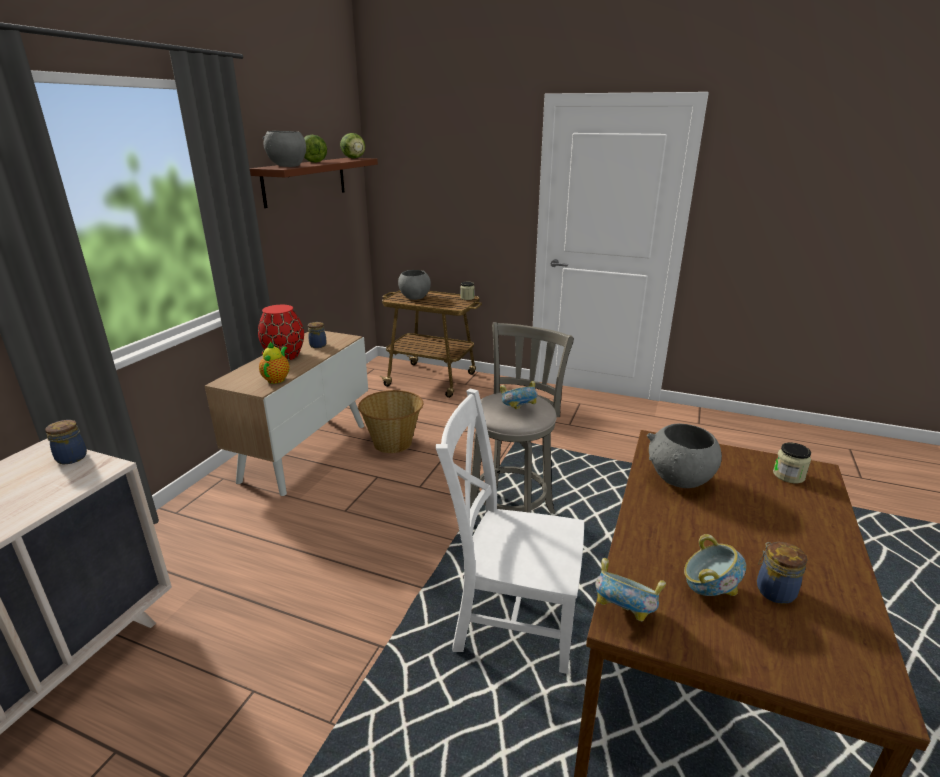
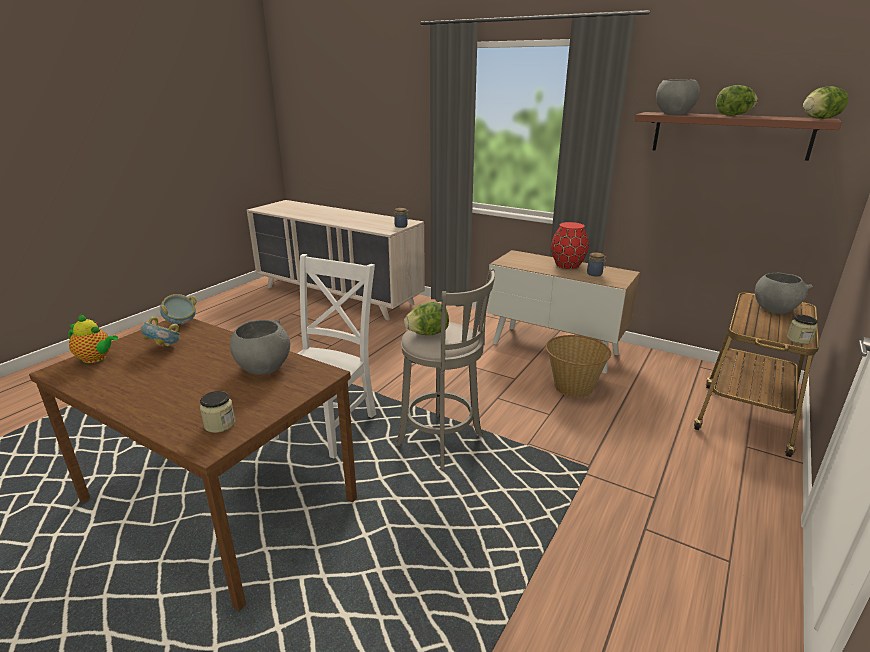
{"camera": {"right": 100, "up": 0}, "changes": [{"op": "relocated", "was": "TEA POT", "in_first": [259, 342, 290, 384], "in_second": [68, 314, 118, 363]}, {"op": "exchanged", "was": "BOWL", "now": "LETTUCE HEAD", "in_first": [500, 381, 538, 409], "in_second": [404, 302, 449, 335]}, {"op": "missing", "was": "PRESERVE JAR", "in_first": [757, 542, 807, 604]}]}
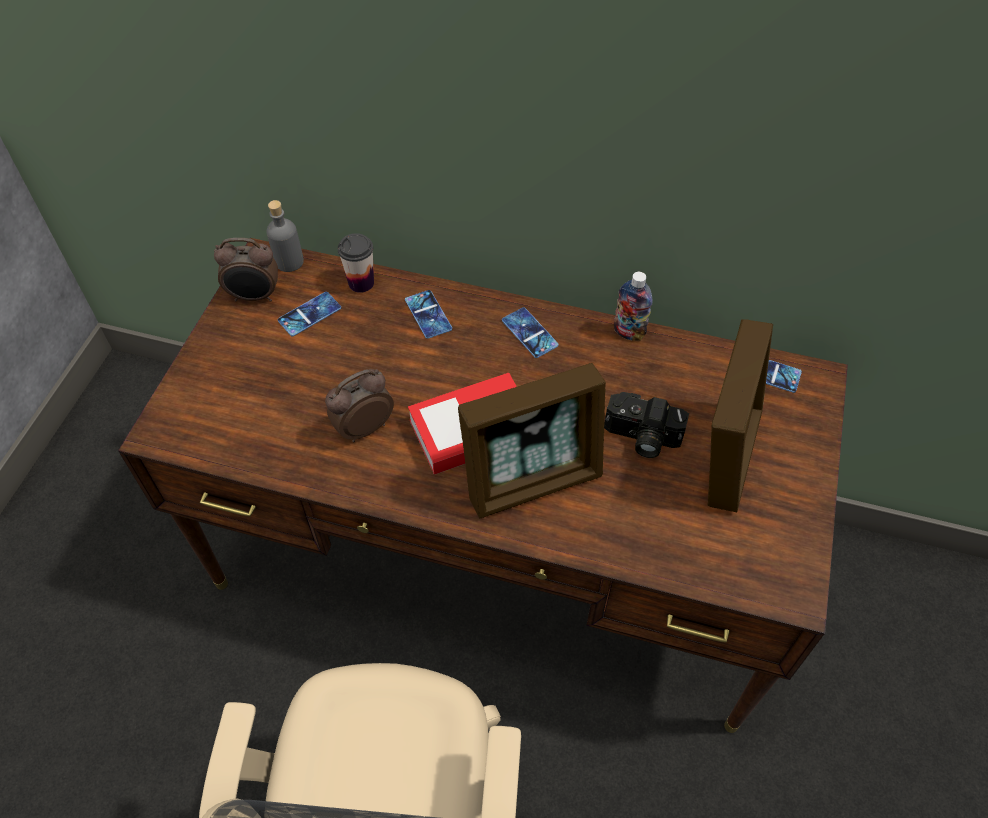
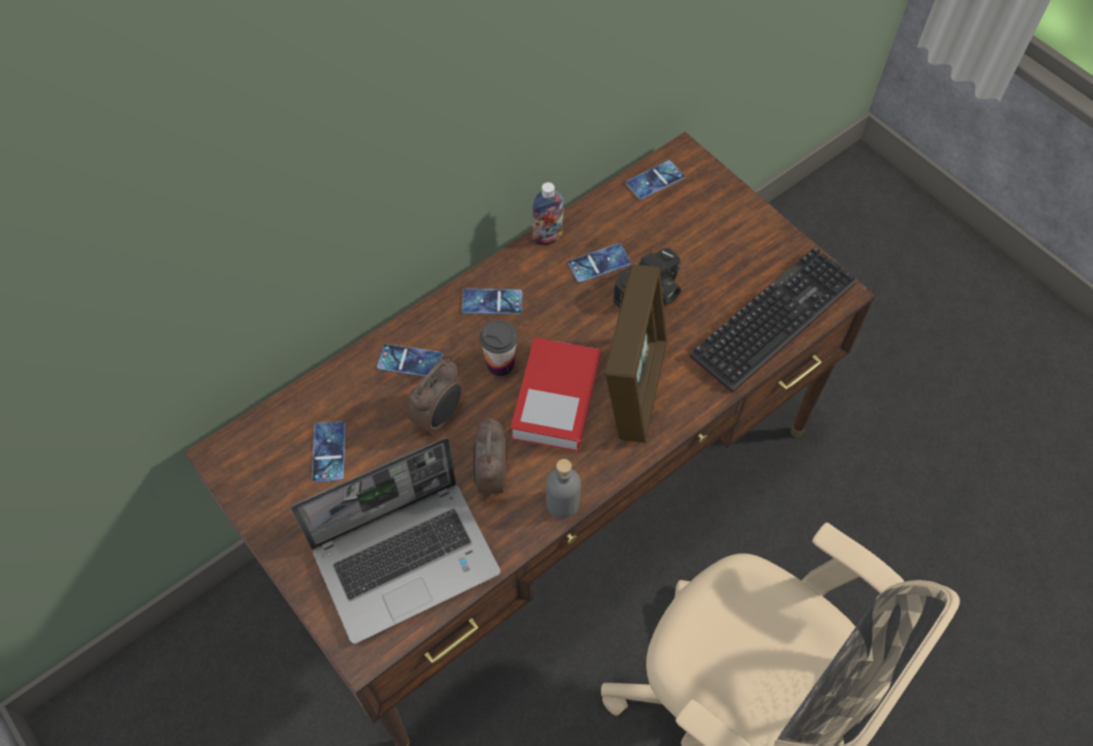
{"camera": {"right": -55, "up": 5}, "changes": [{"op": "relocated", "was": "TABLE CLOCK", "in_first": [214, 238, 278, 302], "in_second": [407, 359, 463, 435]}, {"op": "relocated", "was": "GRAY DRINK BOTTLE", "in_first": [267, 200, 304, 272], "in_second": [546, 459, 581, 519]}, {"op": "relocated", "was": "SMALL CUP", "in_first": [338, 233, 374, 293], "in_second": [480, 320, 518, 376]}, {"op": "missing", "was": "STANDING FRAME", "in_first": [708, 319, 773, 513]}, {"op": "appeared", "now": "PORTABLE COMPUTER", "in_second": [291, 437, 500, 644]}, {"op": "appeared", "now": "PHONE", "in_second": [568, 243, 631, 283]}, {"op": "appeared", "now": "KEYBOARD", "in_second": [689, 246, 857, 393]}]}
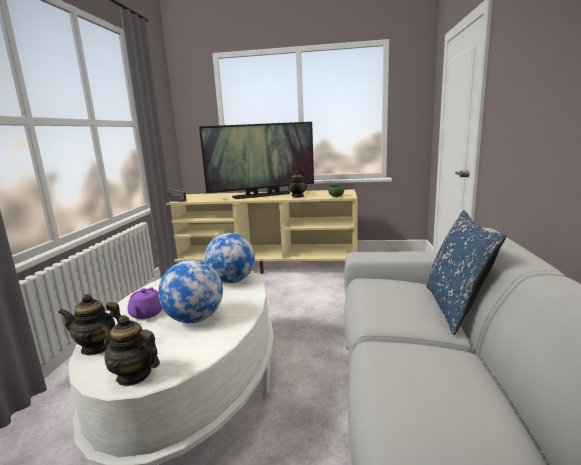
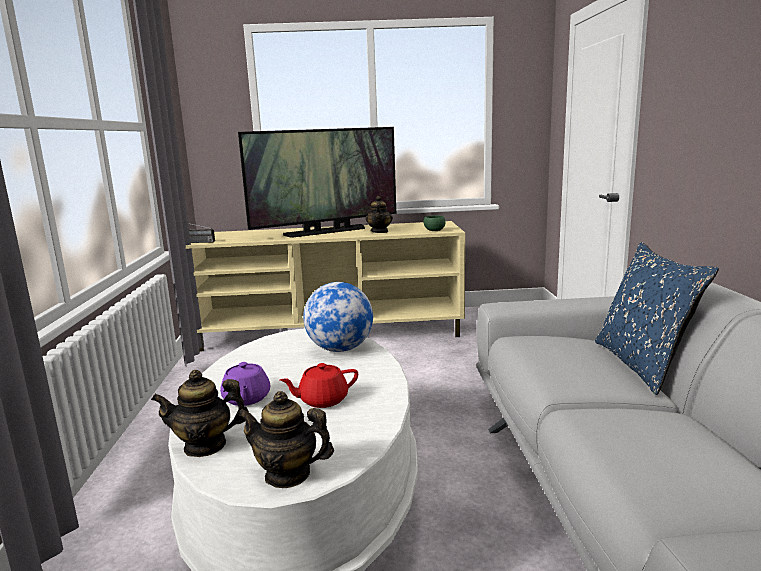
{"camera": {"right": -10, "up": 0}, "changes": [{"op": "exchanged", "was": "GLOBE", "now": "RED-COLOURED TEA POT", "in_first": [158, 260, 223, 323], "in_second": [280, 363, 358, 408]}]}
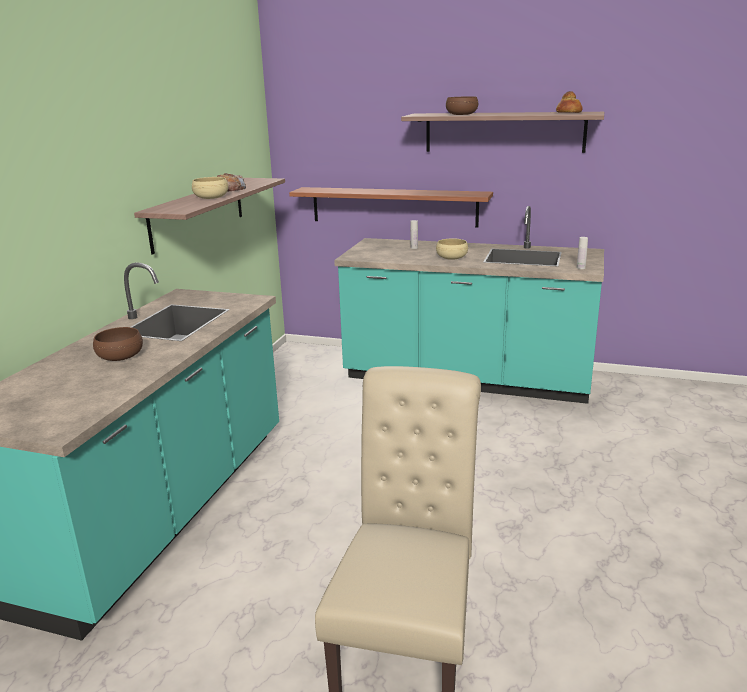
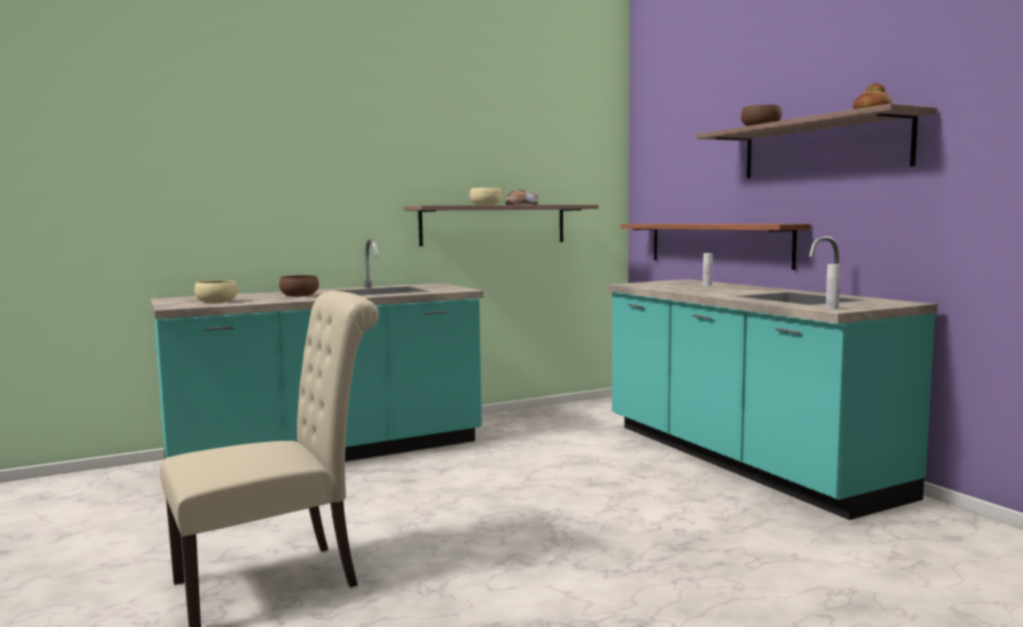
{"camera": {"right": 45, "up": -15}, "changes": [{"op": "relocated", "was": "BEIGE-COLOURED BOWL", "in_first": [436, 239, 468, 260], "in_second": [194, 280, 238, 303]}]}
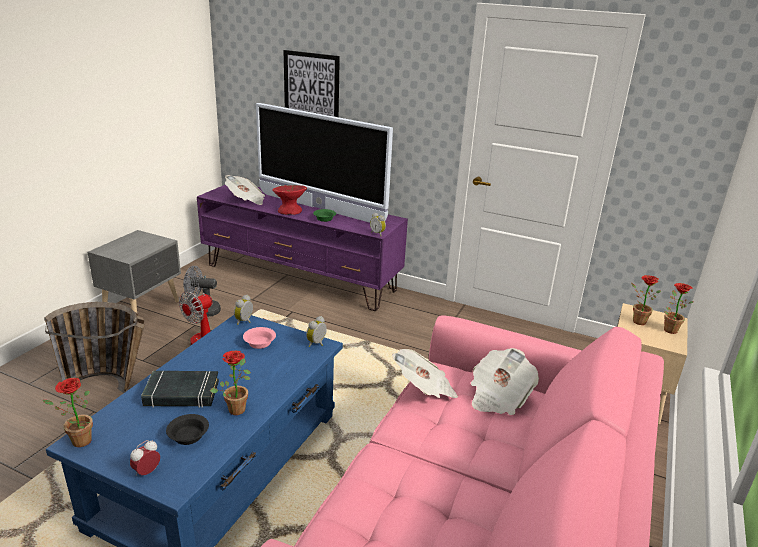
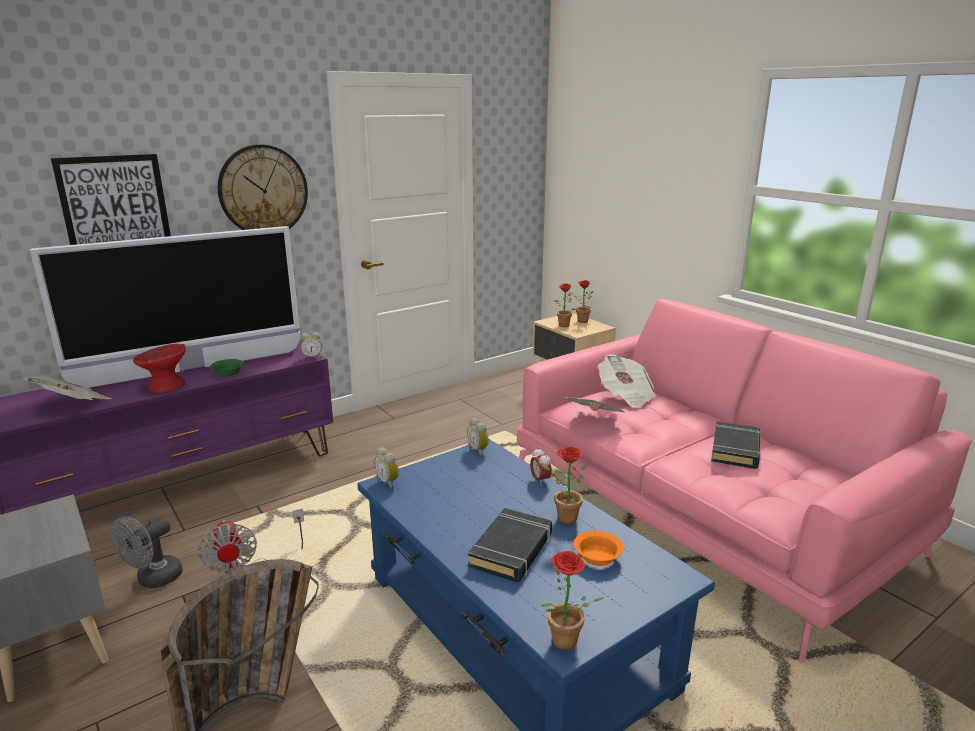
{"camera": {"right": -60, "up": -5}, "changes": [{"op": "relocated", "was": "TABLE CLOCK", "in_first": [130, 440, 160, 476], "in_second": [530, 447, 552, 486]}, {"op": "colour", "was": "BLACKISH BOWL", "now": "ORANGEY BOWL", "in_first": [166, 414, 209, 445], "in_second": [574, 531, 624, 566]}, {"op": "missing", "was": "PINK-COLOURED BOWL", "in_first": [243, 327, 276, 349]}, {"op": "appeared", "now": "HANGING CLOCK", "in_second": [218, 144, 308, 230]}, {"op": "appeared", "now": "BLACKISH VOLUME", "in_second": [711, 422, 761, 469]}]}
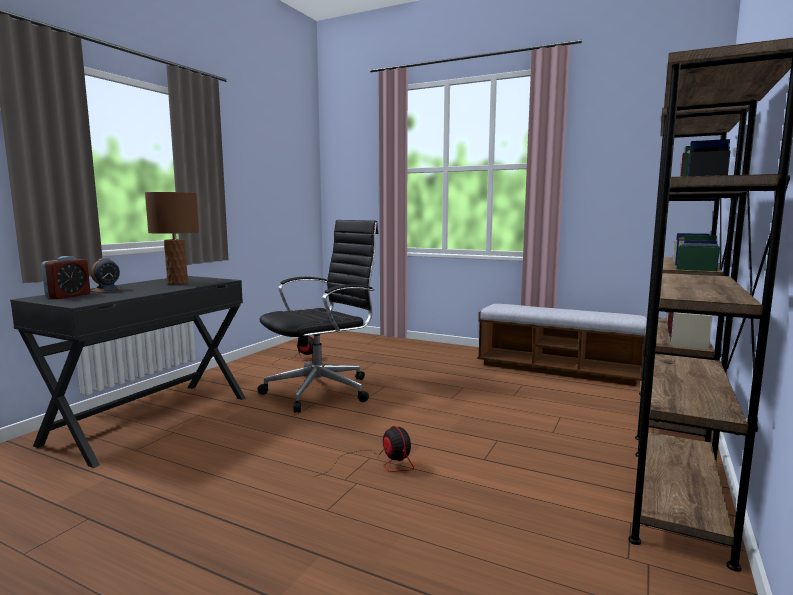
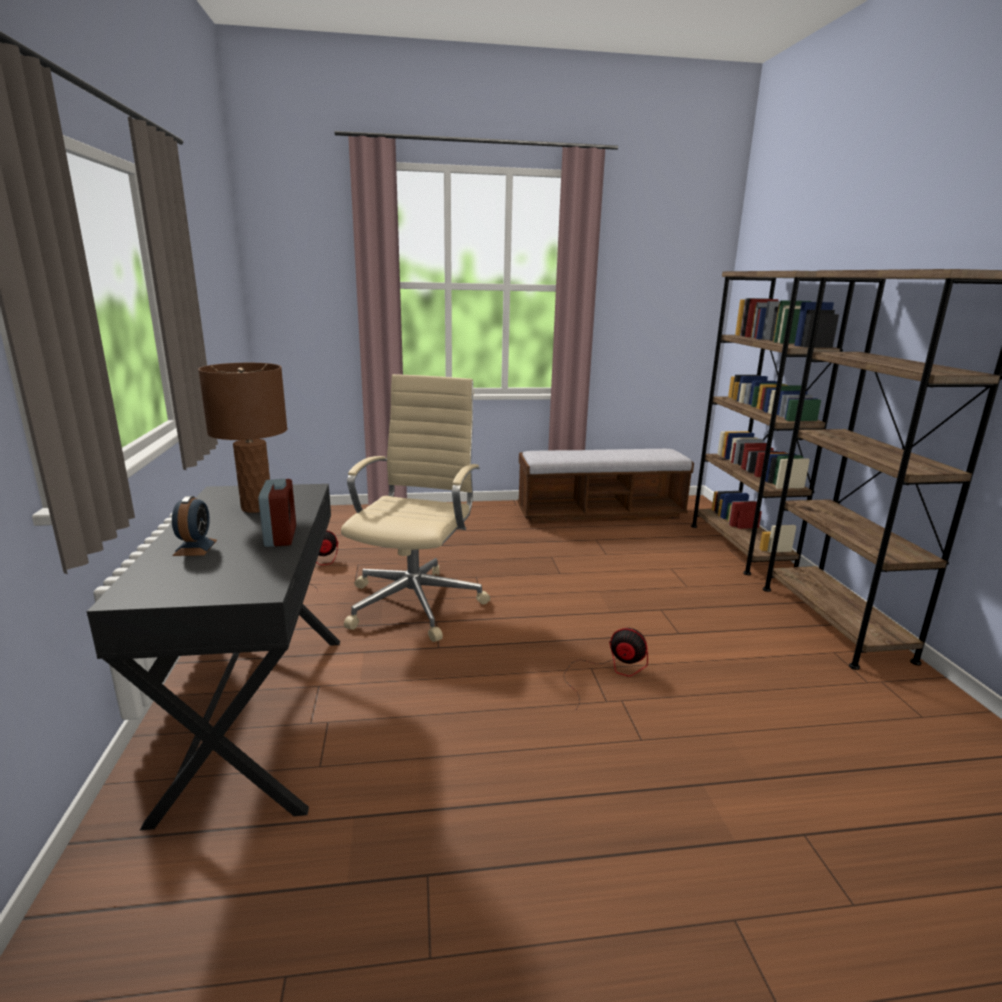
{"camera": {"right": -35, "up": 10}, "changes": [{"op": "relocated", "was": "TABLE CLOCK", "in_first": [41, 256, 90, 299], "in_second": [258, 479, 296, 547]}, {"op": "colour", "was": "BLACKISH DESK CHAIR", "now": "BEIGE-COLOURED DESK CHAIR", "in_first": [257, 220, 378, 413], "in_second": [341, 374, 490, 642]}]}
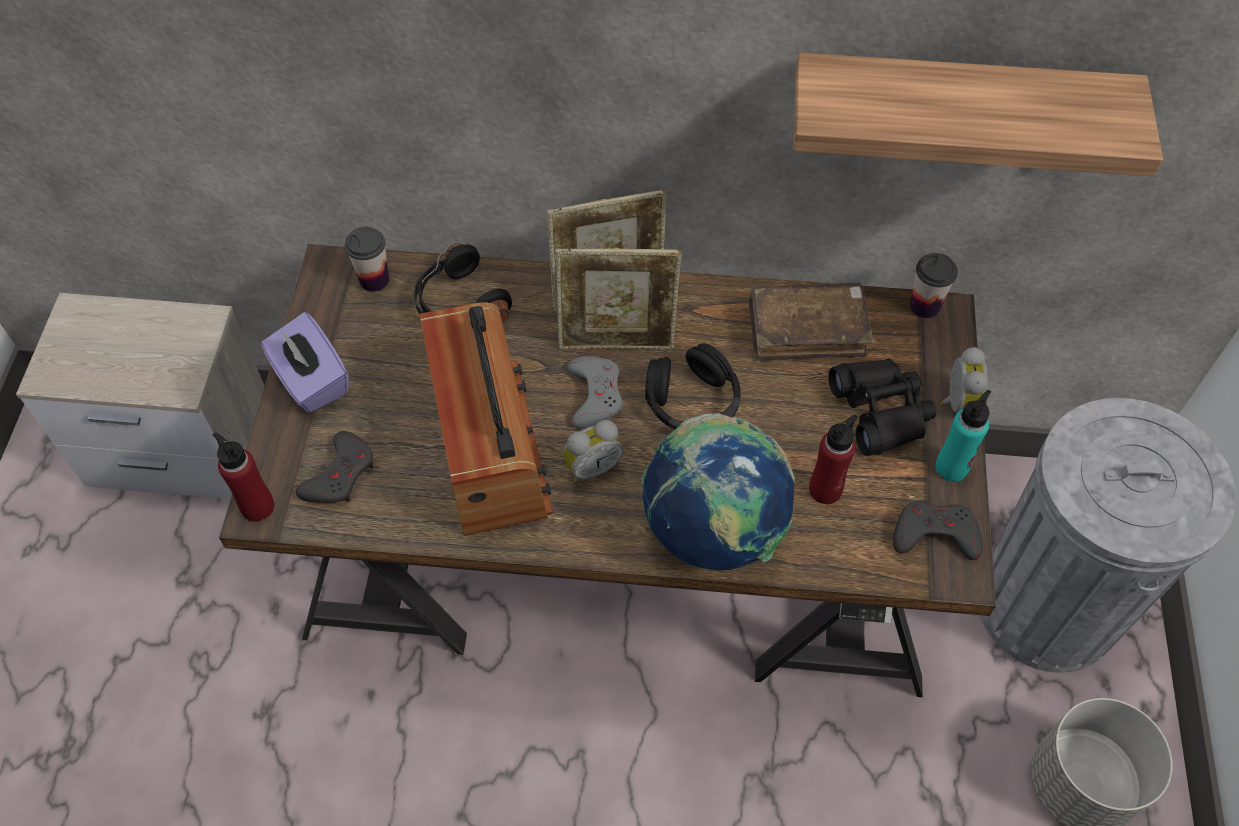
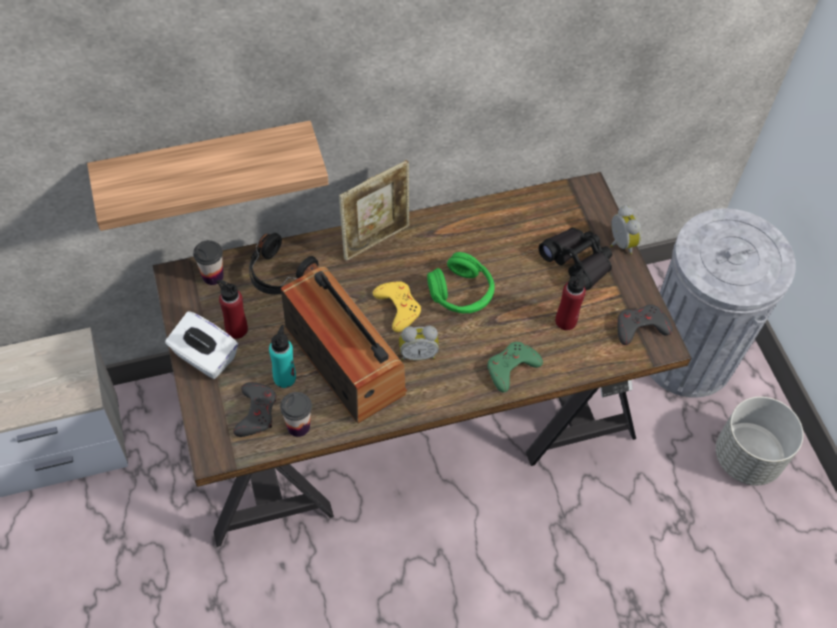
{"camera": {"right": -25, "up": 0}, "changes": [{"op": "relocated", "was": "RED-COLOURED DRINK BOTTLE", "in_first": [212, 432, 275, 522], "in_second": [216, 280, 248, 339]}, {"op": "colour", "was": "PURPLE-COLOURED TISSUE HOLDER", "now": "WHITE TISSUE HOLDER", "in_first": [261, 312, 349, 413], "in_second": [165, 311, 238, 379]}, {"op": "missing", "was": "STANDING FRAME", "in_first": [556, 248, 682, 349]}, {"op": "spun", "was": "TABLE CLOCK", "in_first": [563, 420, 624, 484], "in_second": [399, 326, 439, 360], "clockwise": 45}, {"op": "colour", "was": "GRAY GAME CONTROLLER", "now": "YELLOW GAME CONTROLLER", "in_first": [568, 356, 623, 429], "in_second": [373, 281, 421, 332]}, {"op": "exchanged", "was": "GLOBE", "now": "GREENISH GAME CONTROLLER", "in_first": [641, 413, 795, 571], "in_second": [488, 342, 543, 393]}, {"op": "colour", "was": "BLACKISH HEADPHONES", "now": "GREENISH HEADPHONES", "in_first": [645, 343, 741, 430], "in_second": [427, 252, 495, 313]}, {"op": "missing", "was": "BROWN-COLOURED VOLUME", "in_first": [748, 283, 873, 361]}, {"op": "relocated", "was": "WALL SHELF", "in_first": [794, 52, 1163, 177], "in_second": [87, 121, 328, 231]}, {"op": "relocated", "was": "SMALL CUP", "in_first": [910, 253, 958, 318], "in_second": [280, 392, 312, 437]}, {"op": "relocated", "was": "TURQUOISE DRINK BOTTLE", "in_first": [935, 390, 991, 482], "in_second": [269, 325, 296, 388]}]}
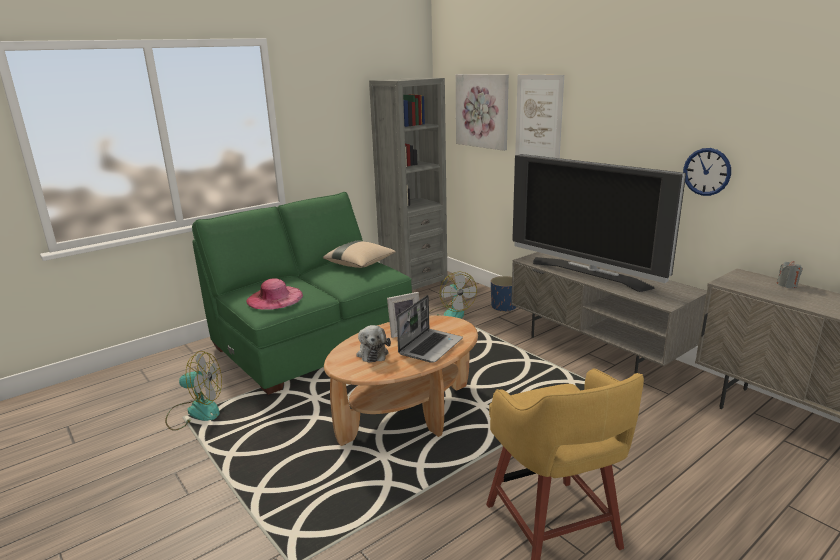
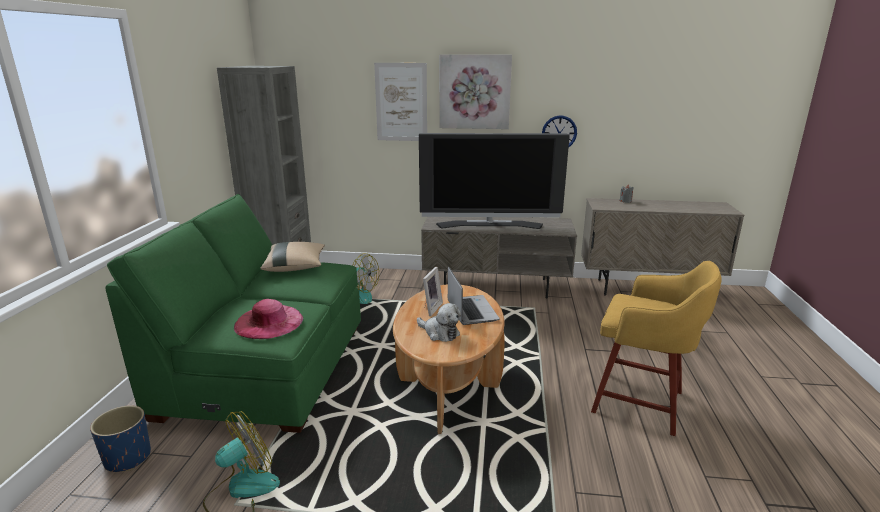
{"camera": {"right": -45, "up": 0}, "changes": [{"op": "relocated", "was": "WALL PICTURE", "in_first": [456, 74, 509, 151], "in_second": [439, 54, 512, 129]}, {"op": "relocated", "was": "BLUISH FLOWER POT", "in_first": [491, 276, 517, 313], "in_second": [90, 406, 151, 472]}]}
